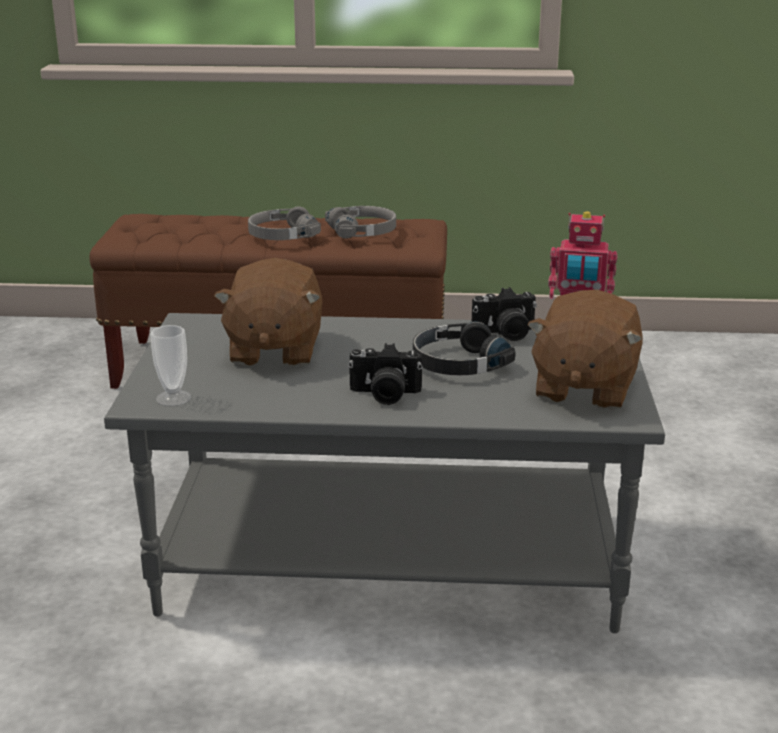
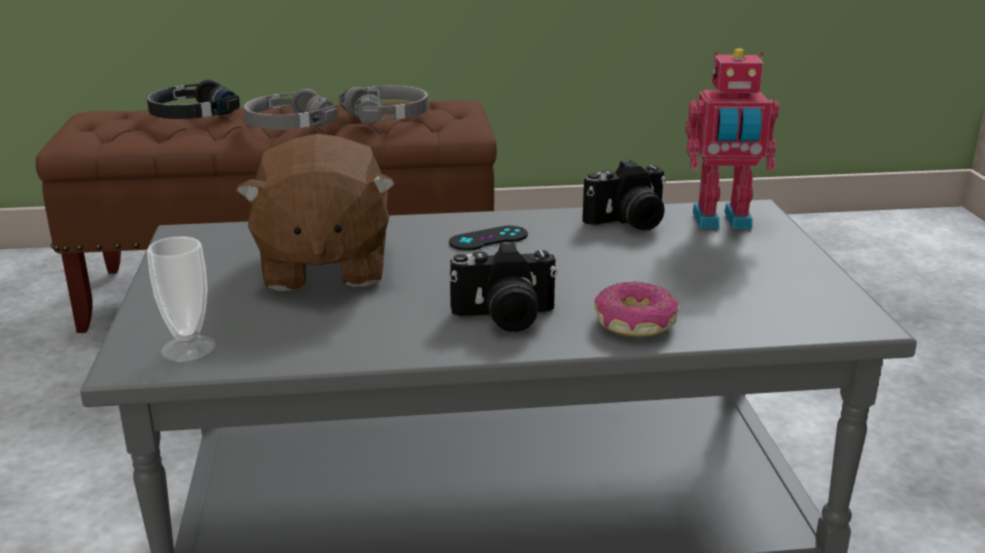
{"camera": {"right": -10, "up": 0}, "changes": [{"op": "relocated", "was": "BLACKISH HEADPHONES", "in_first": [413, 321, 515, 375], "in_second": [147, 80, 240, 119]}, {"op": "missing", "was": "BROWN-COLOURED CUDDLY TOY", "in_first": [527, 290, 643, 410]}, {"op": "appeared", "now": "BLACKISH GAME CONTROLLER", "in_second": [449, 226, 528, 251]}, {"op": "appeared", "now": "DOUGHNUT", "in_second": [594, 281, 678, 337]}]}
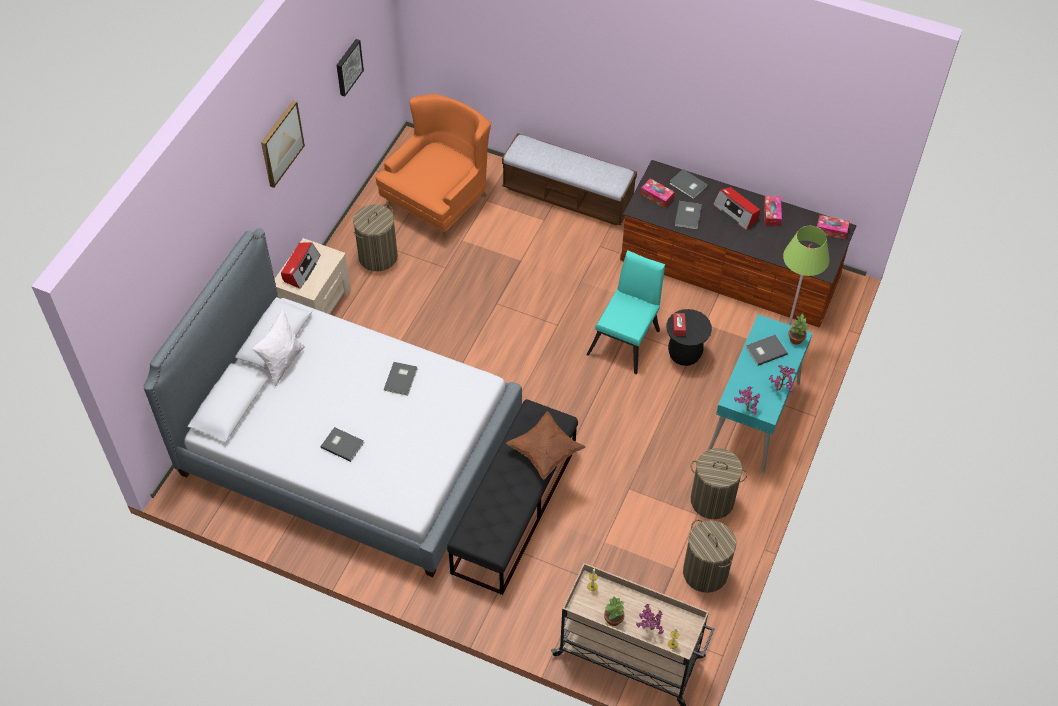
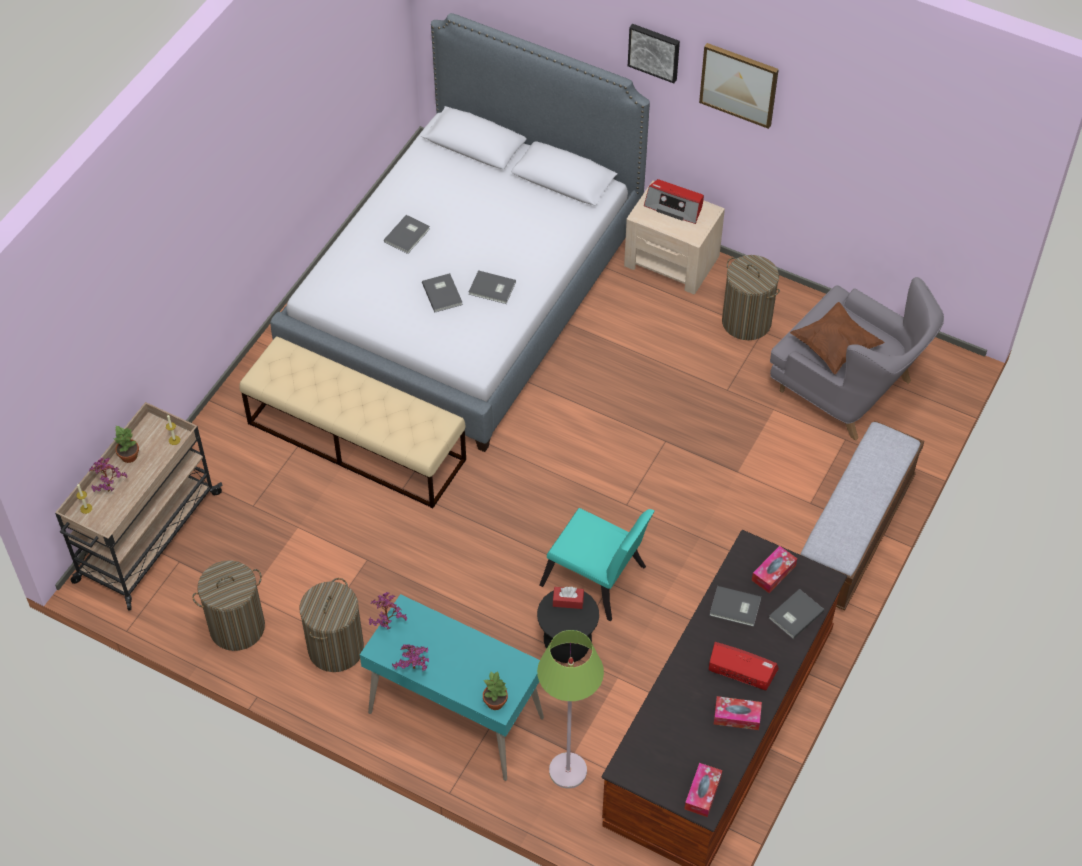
{"camera": {"right": 95, "up": 0}, "changes": [{"op": "missing", "was": "WHITE PILLOW", "in_first": [252, 309, 305, 386]}, {"op": "relocated", "was": "WALL PICTURE", "in_first": [337, 39, 364, 97], "in_second": [628, 24, 680, 83]}, {"op": "colour", "was": "ORANGEY EASY CHAIR", "now": "GRAY EASY CHAIR", "in_first": [375, 94, 491, 237], "in_second": [770, 277, 944, 441]}, {"op": "colour", "was": "BLACKISH LONG SEAT", "now": "BEIGE-COLOURED LONG SEAT", "in_first": [447, 399, 578, 595], "in_second": [240, 337, 466, 508]}, {"op": "relocated", "was": "BROWN-COLOURED PILLOW", "in_first": [506, 411, 586, 480], "in_second": [790, 302, 884, 374]}, {"op": "spun", "was": "RADIO", "in_first": [713, 187, 760, 230], "in_second": [709, 642, 779, 691], "clockwise": 60}, {"op": "relocated", "was": "GRAY VOLUME", "in_first": [746, 335, 788, 366], "in_second": [422, 273, 463, 312]}]}
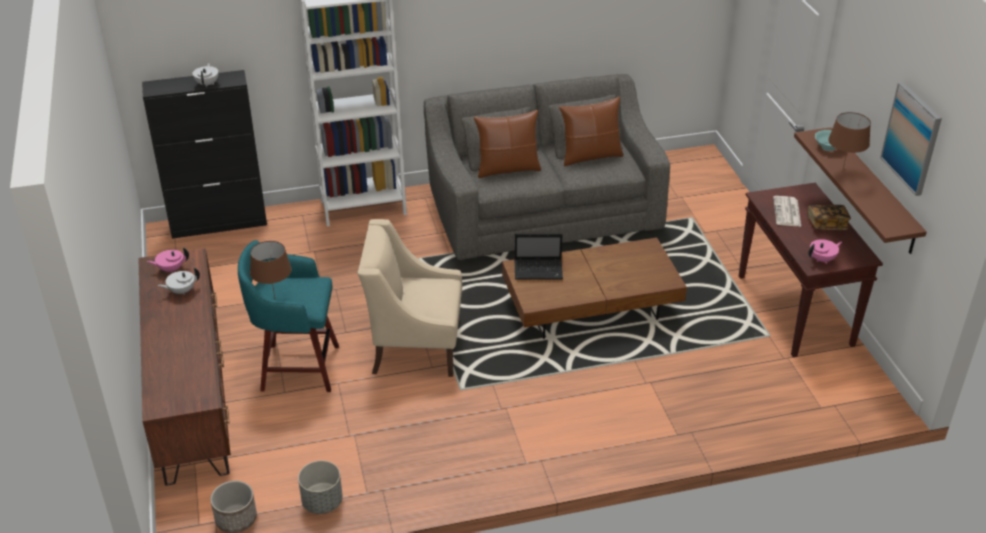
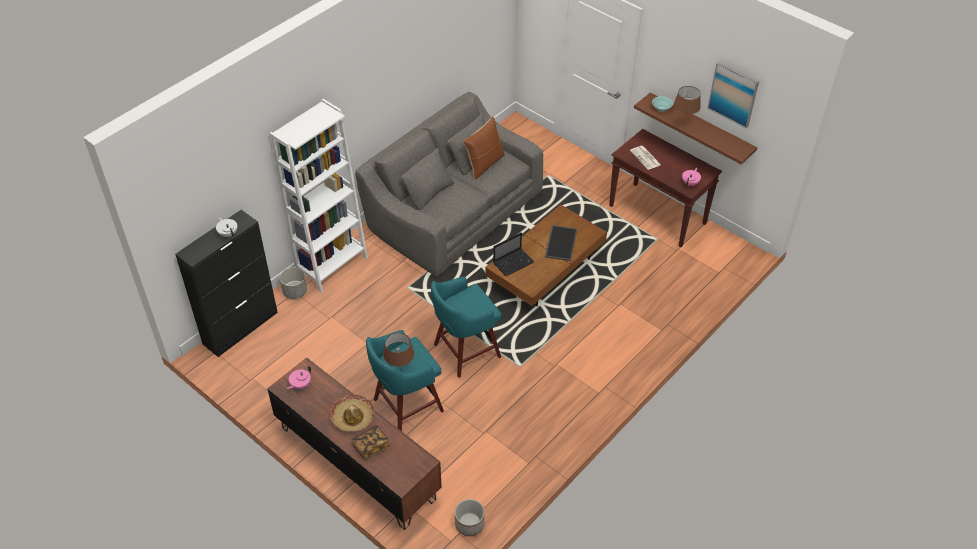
{"camera": {"right": -35, "up": 10}, "changes": [{"op": "missing", "was": "WHITE TEA POT", "in_first": [158, 267, 200, 294]}, {"op": "relocated", "was": "GRAY FLOWER POT", "in_first": [298, 461, 343, 514], "in_second": [280, 267, 307, 299]}, {"op": "exchanged", "was": "BEIGE-COLOURED EASY CHAIR", "now": "TURQUOISE STOOL SEAT", "in_first": [357, 219, 462, 377], "in_second": [431, 277, 501, 378]}, {"op": "missing", "was": "BROWN-COLOURED PILLOW", "in_first": [473, 110, 541, 178]}, {"op": "relocated", "was": "VOLUME", "in_first": [807, 205, 851, 230], "in_second": [351, 425, 390, 460]}, {"op": "appeared", "now": "HAT", "in_second": [330, 395, 375, 432]}, {"op": "appeared", "now": "SERVING TRAY", "in_second": [545, 225, 577, 261]}]}
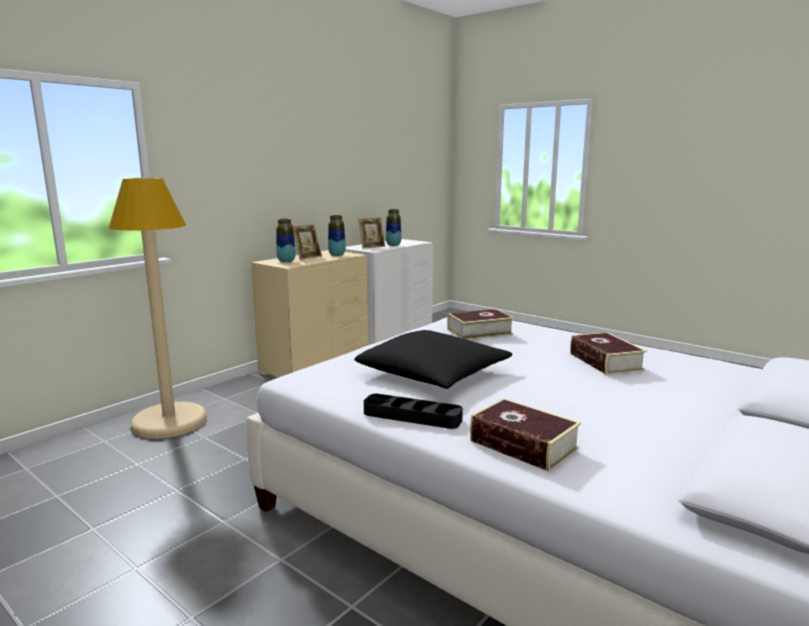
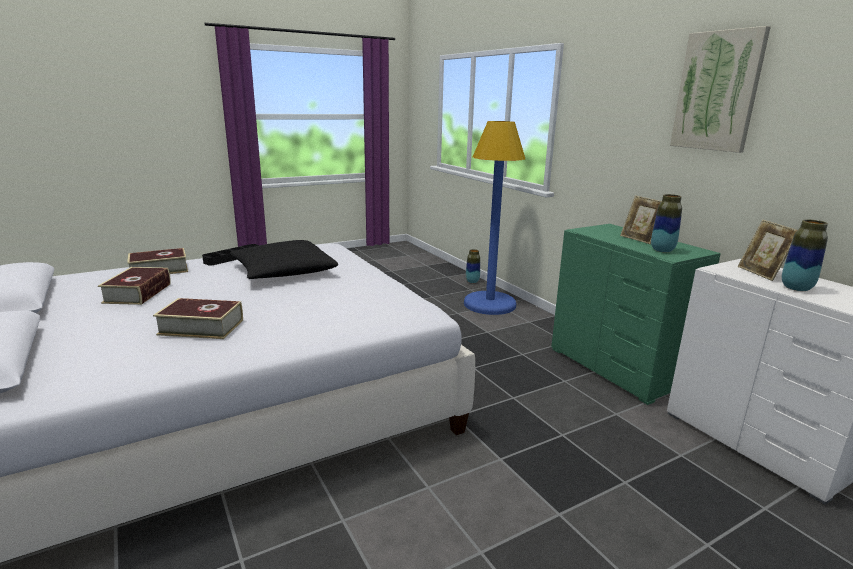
{"camera": {"right": 110, "up": 5}, "changes": [{"op": "colour", "was": "BEIGE-COLOURED STANDING LAMP", "now": "BLUISH STANDING LAMP", "in_first": [109, 178, 207, 439], "in_second": [464, 121, 525, 315]}, {"op": "colour", "was": "BEIGE-COLOURED DRESSER", "now": "GREENISH DRESSER", "in_first": [251, 250, 368, 378], "in_second": [551, 224, 721, 405]}, {"op": "relocated", "was": "FLOWER VASE", "in_first": [276, 219, 296, 262], "in_second": [466, 249, 480, 283]}, {"op": "relocated", "was": "VOLUME", "in_first": [447, 309, 514, 340], "in_second": [98, 267, 171, 305]}, {"op": "appeared", "now": "WALL PICTURE", "in_second": [670, 26, 771, 153]}]}
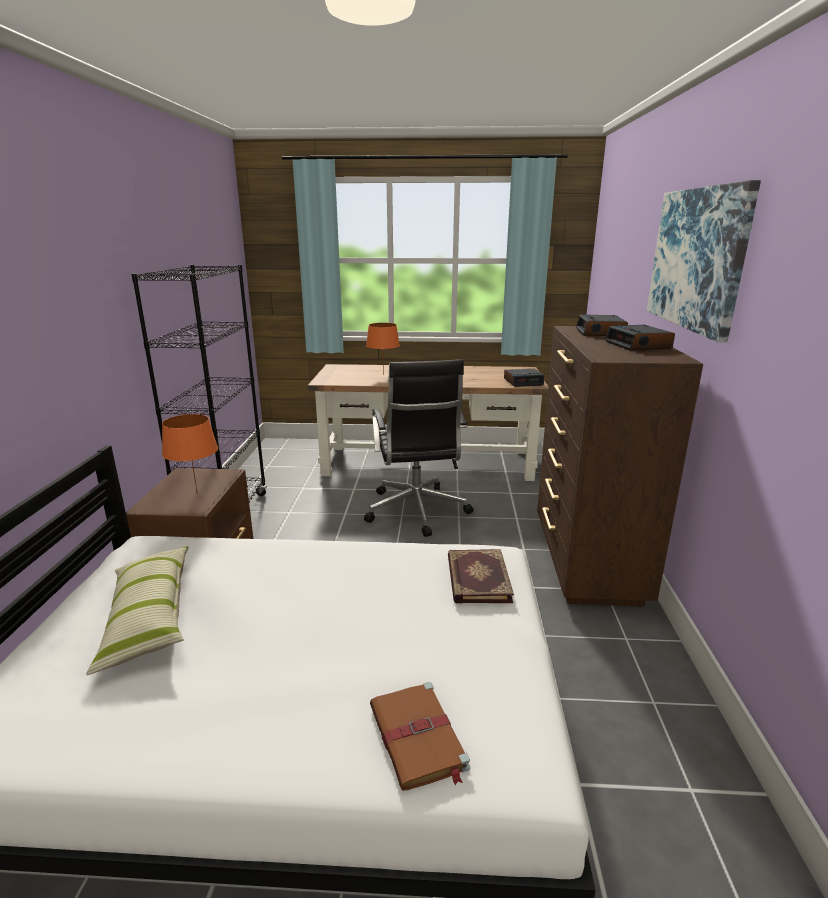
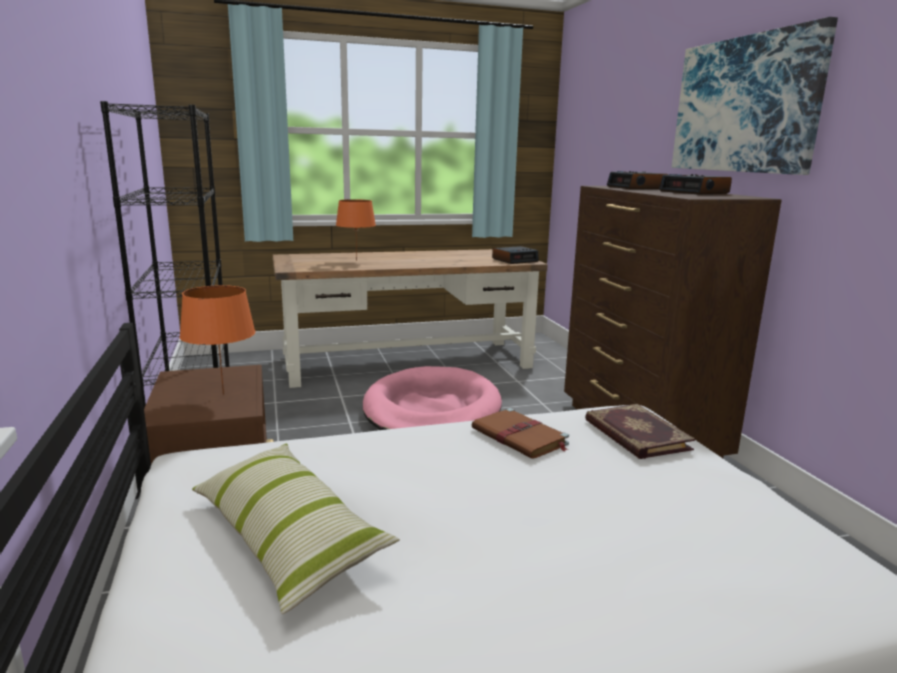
{"camera": {"right": -20, "up": -5}, "changes": [{"op": "exchanged", "was": "BLACKISH DESK CHAIR", "now": "PINK-COLOURED DOG CUSHION", "in_first": [364, 359, 473, 537], "in_second": [363, 366, 502, 430]}, {"op": "relocated", "was": "BROWN-COLOURED VOLUME", "in_first": [370, 682, 470, 791], "in_second": [472, 408, 569, 458]}]}
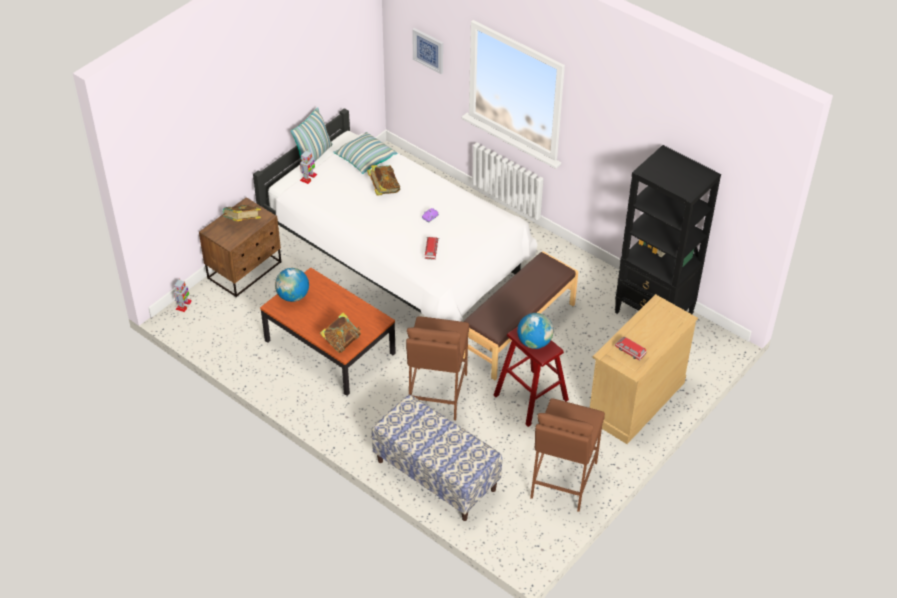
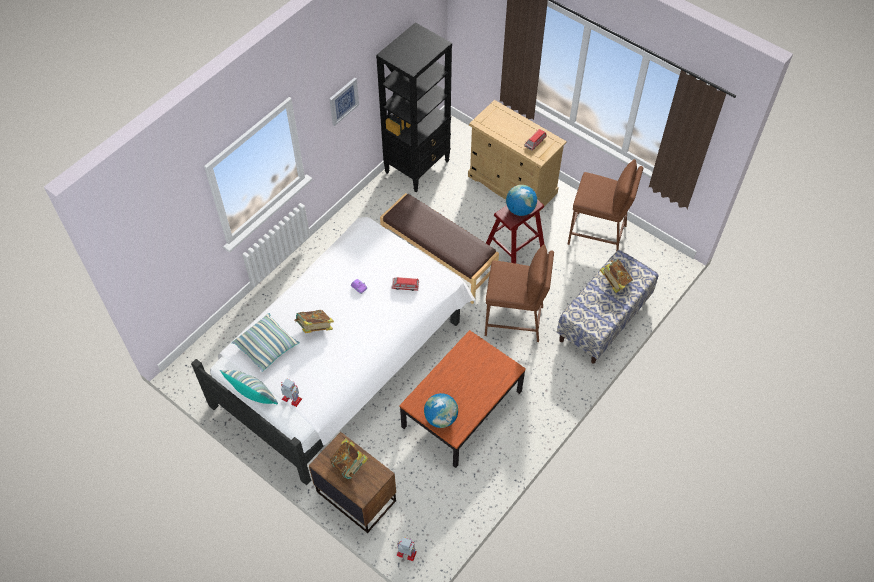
{"camera": {"right": -90, "up": 10}, "changes": [{"op": "relocated", "was": "VOLUME", "in_first": [320, 312, 361, 353], "in_second": [600, 259, 633, 293]}, {"op": "relocated", "was": "WALL PICTURE", "in_first": [412, 28, 443, 74], "in_second": [329, 78, 359, 126]}]}
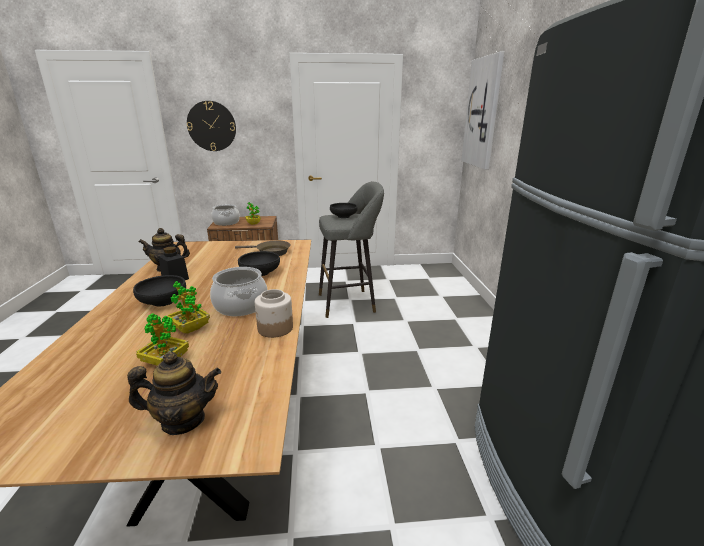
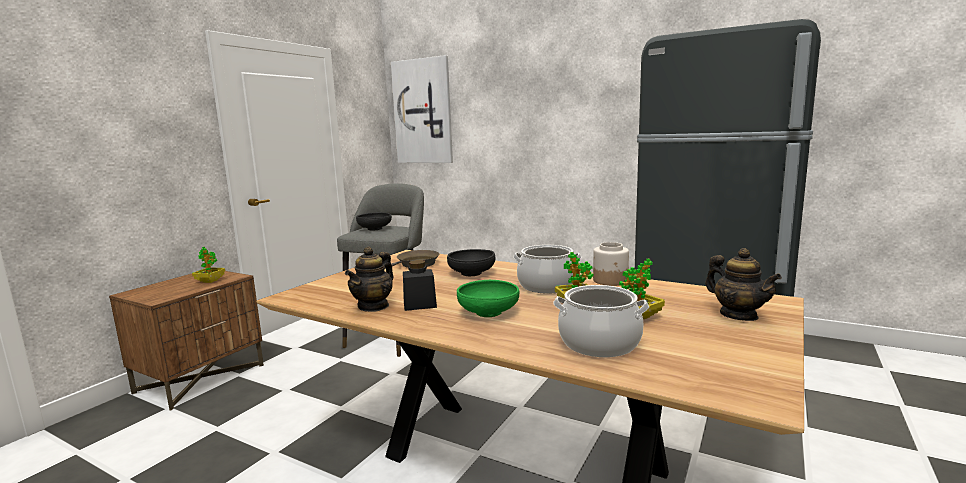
{"camera": {"right": -55, "up": -10}, "changes": [{"op": "spun", "was": "TEA POT", "in_first": [127, 352, 221, 435], "in_second": [705, 248, 782, 321], "clockwise": 120}, {"op": "colour", "was": "BLACKISH BOWL", "now": "GREENISH BOWL", "in_first": [133, 275, 186, 307], "in_second": [457, 280, 519, 317]}, {"op": "missing", "was": "HANGING CLOCK", "in_first": [187, 101, 236, 151]}, {"op": "relocated", "was": "COOKING POT", "in_first": [211, 204, 240, 226], "in_second": [553, 285, 649, 357]}]}
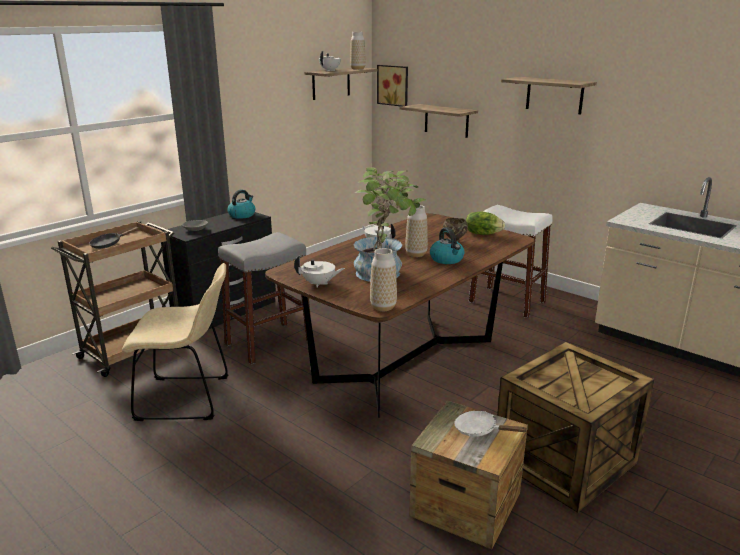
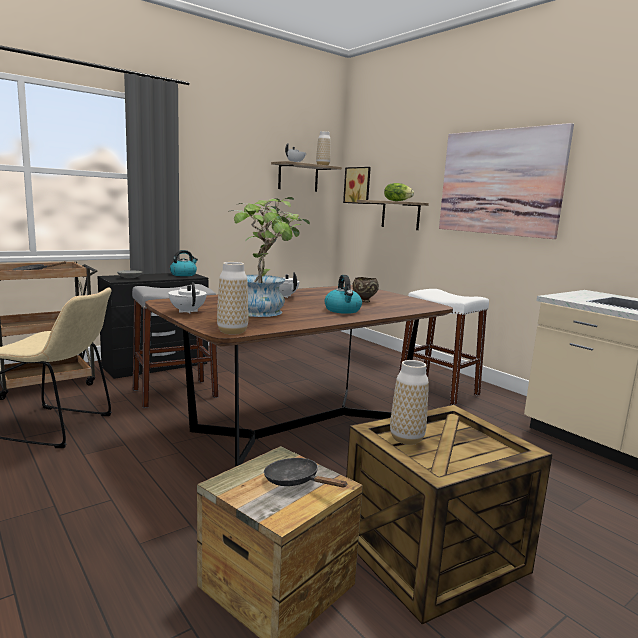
{"camera": {"right": 10, "up": -10}, "changes": [{"op": "spun", "was": "WHITE TEA POT", "in_first": [294, 255, 345, 288], "in_second": [168, 283, 207, 314], "clockwise": -135}, {"op": "relocated", "was": "FLOWER VASE", "in_first": [405, 205, 428, 257], "in_second": [390, 360, 429, 445]}, {"op": "colour", "was": "WHITE SKILLET", "now": "BLACKISH SKILLET", "in_first": [454, 411, 528, 437], "in_second": [264, 458, 347, 487]}, {"op": "relocated", "was": "LETTUCE HEAD", "in_first": [466, 211, 505, 235], "in_second": [384, 183, 414, 201]}, {"op": "exchanged", "was": "WALL SHELF", "now": "WALL PICTURE", "in_first": [501, 77, 597, 115], "in_second": [439, 123, 574, 239]}]}
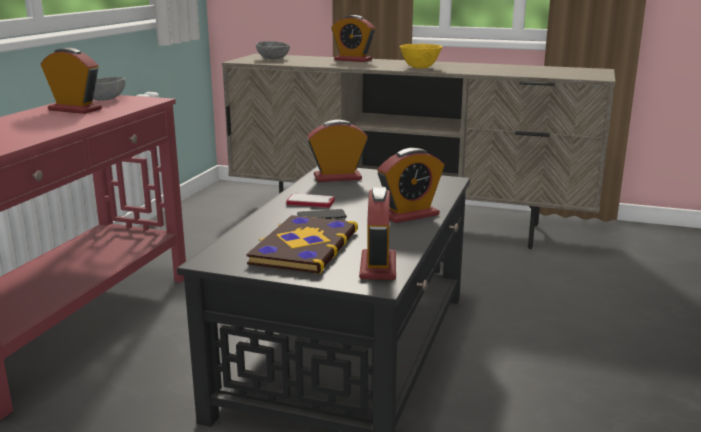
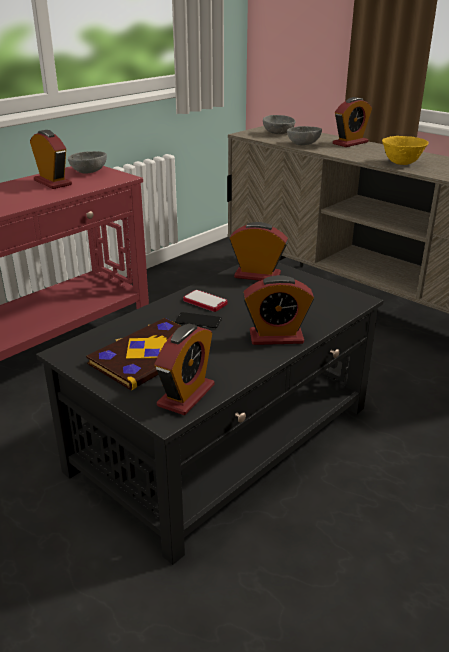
{"camera": {"right": 25, "up": 10}, "changes": [{"op": "spun", "was": "TABLE CLOCK", "in_first": [331, 15, 375, 62], "in_second": [333, 97, 372, 147], "clockwise": -90}, {"op": "appeared", "now": "GRAY BOWL", "in_second": [287, 126, 322, 145]}]}
